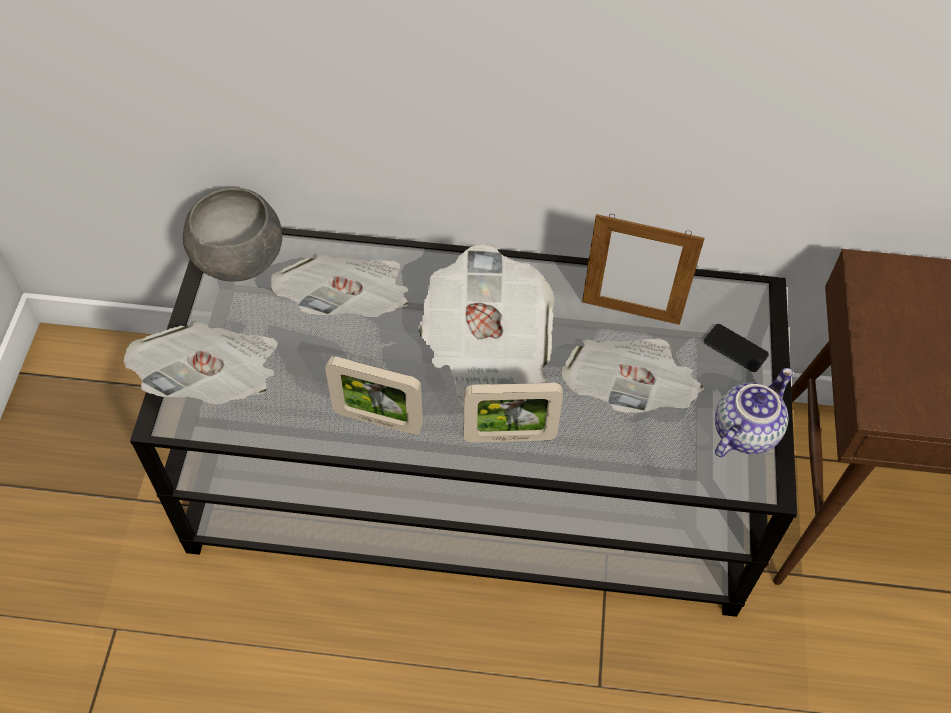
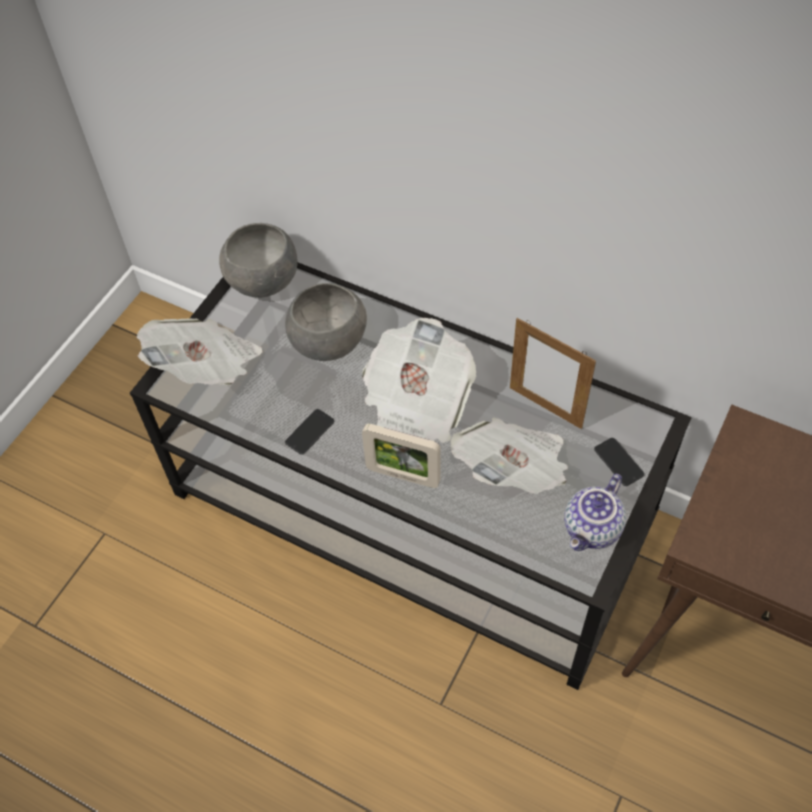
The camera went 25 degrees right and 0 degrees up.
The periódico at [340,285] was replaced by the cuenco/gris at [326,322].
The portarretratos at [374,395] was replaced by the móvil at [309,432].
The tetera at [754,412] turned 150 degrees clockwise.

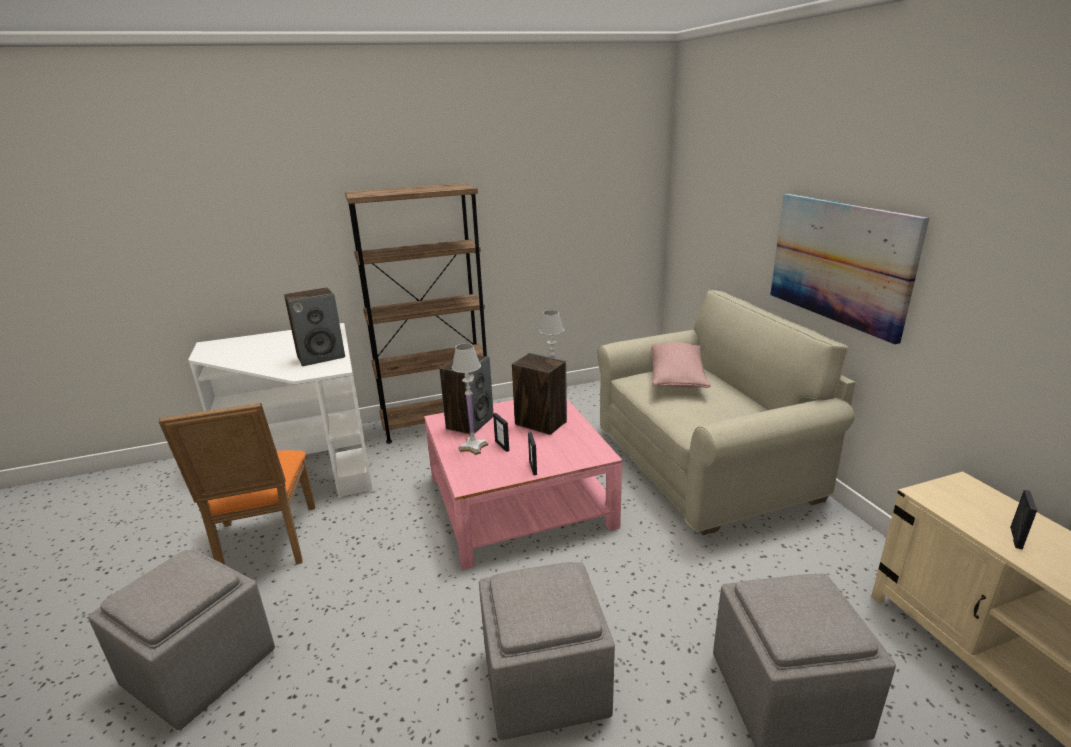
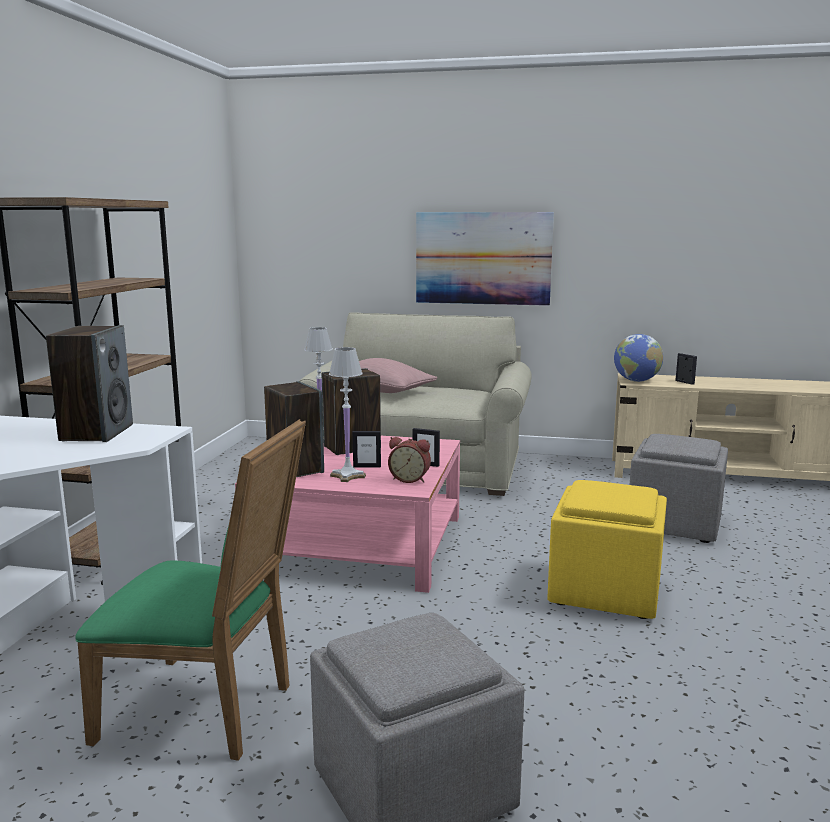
The camera went 60 degrees left and 10 degrees down.
The silla/naranja at [236,484] became the silla/verde at [190,590].
The puf/gris at [547,651] became the puf/amarillo at [607,549].
The despertador at [409,460] appeared.
The globo terráqueo at [638,358] appeared.

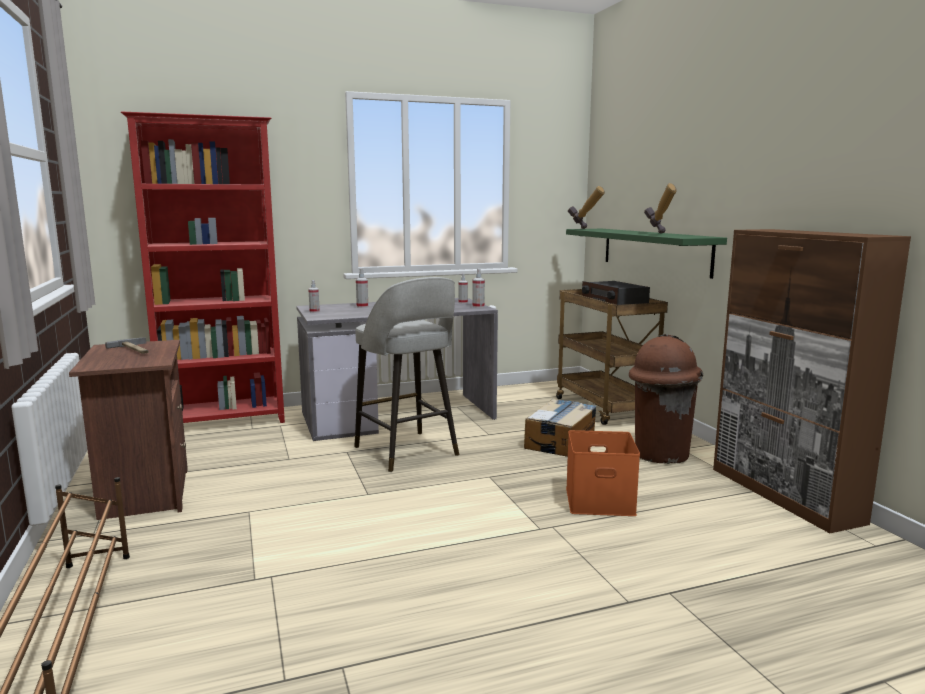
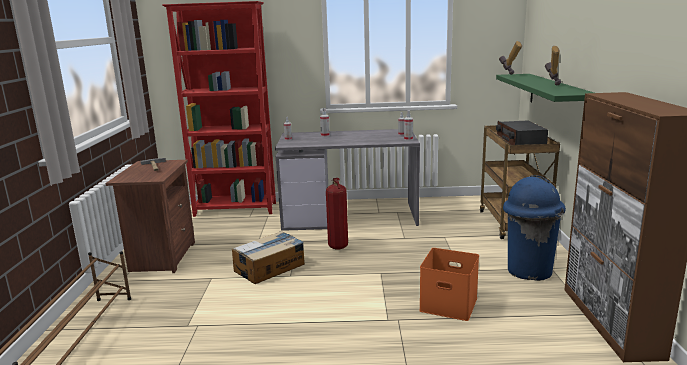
The camera went 20 degrees right and 5 degrees up.
The taburete/gris at [406,374] was replaced by the extintor at [337,214].
The caja de cartón moved from [560,428] to [268,257].
The papelera/marrón at [666,399] became the papelera/azul at [534,228].

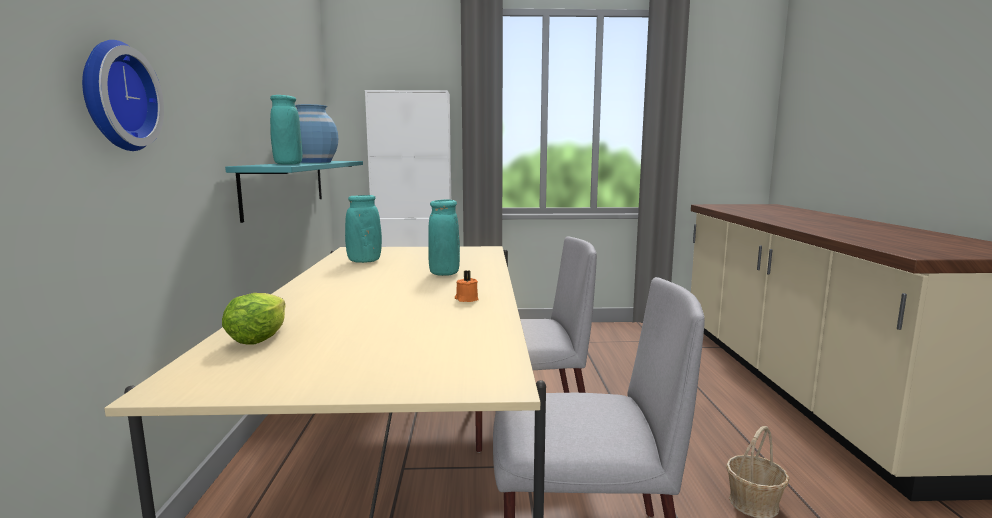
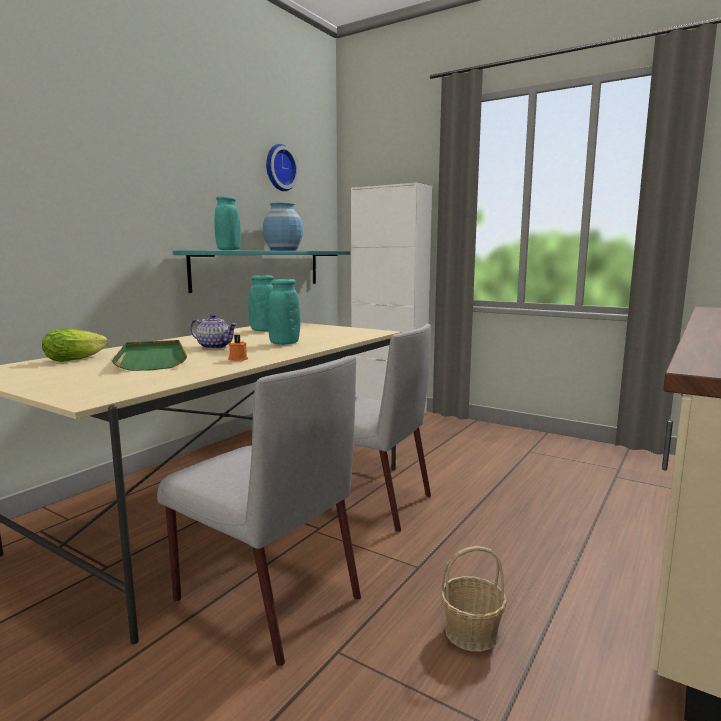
The camera went 35 degrees right and 0 degrees up.
The reloj de pared moved from [123,95] to [282,167].
The bandeja/verde at [149,355] appeared.
The tetera at [213,331] appeared.

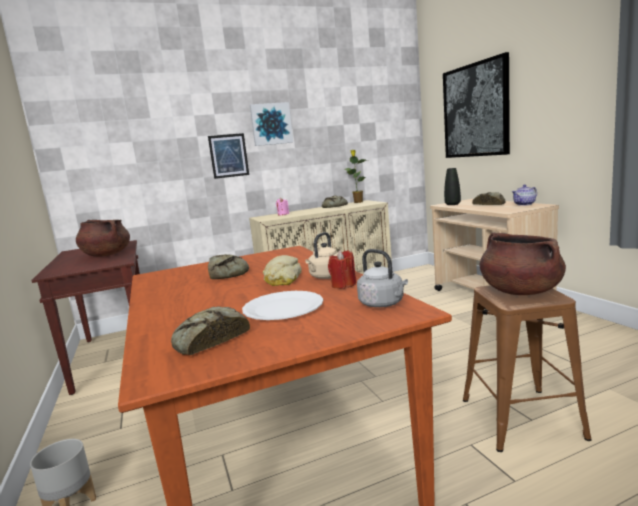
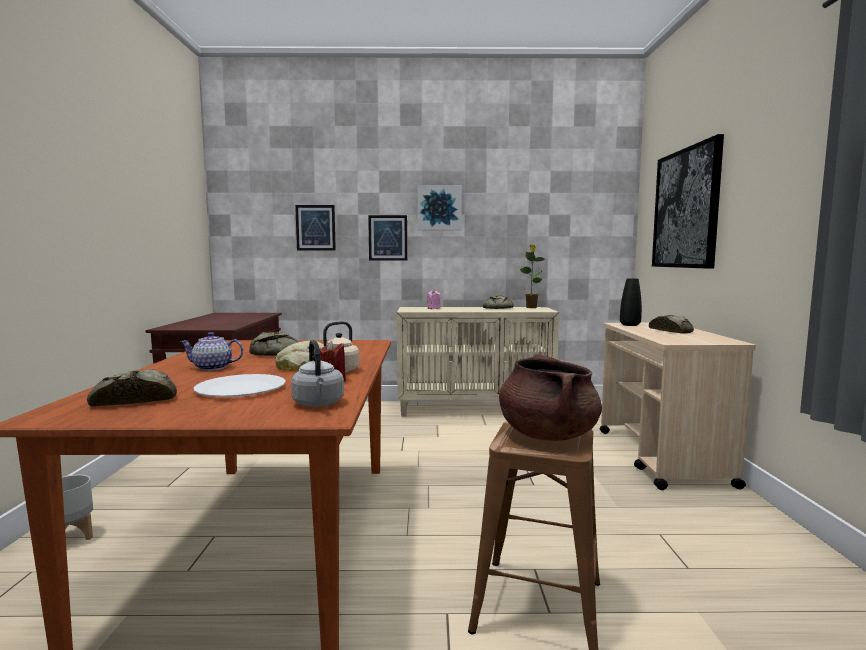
The camera went 20 degrees right and 5 degrees down.
The olla/marrón at [103,238] disappeared.
The tetera moved from [524,195] to [211,351].
The cuadro at [315,228] appeared.

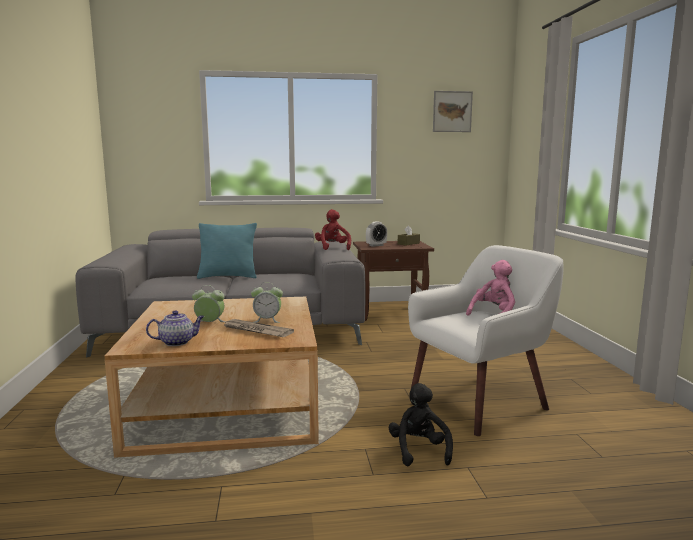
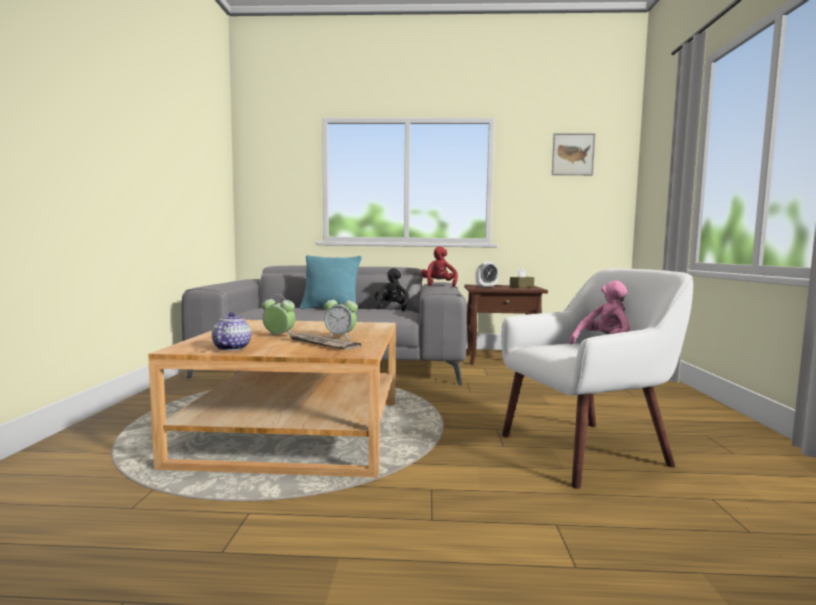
The camera went 10 degrees right and 5 degrees down.
The tetera at [175,328] turned 75 degrees counterclockwise.
The peluche/negro moved from [421,424] to [392,289].

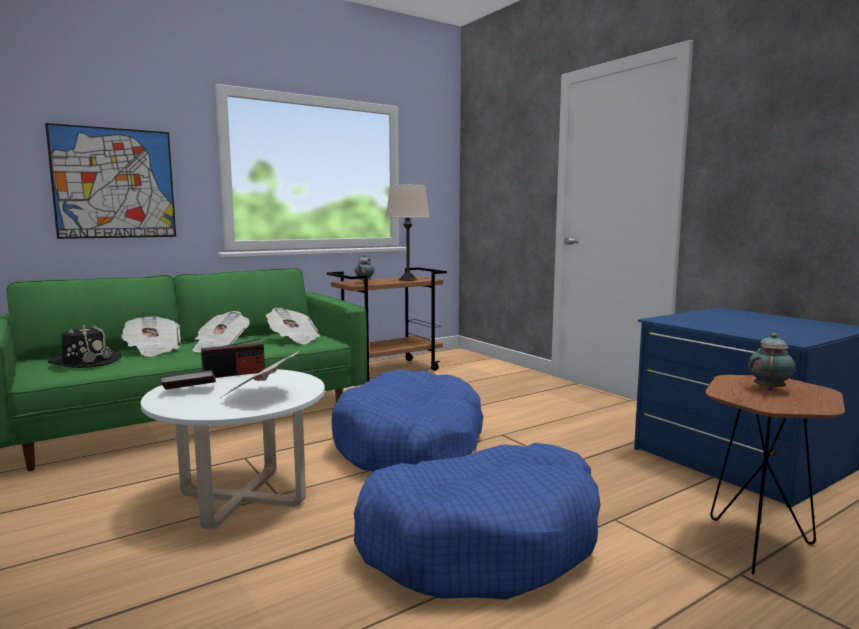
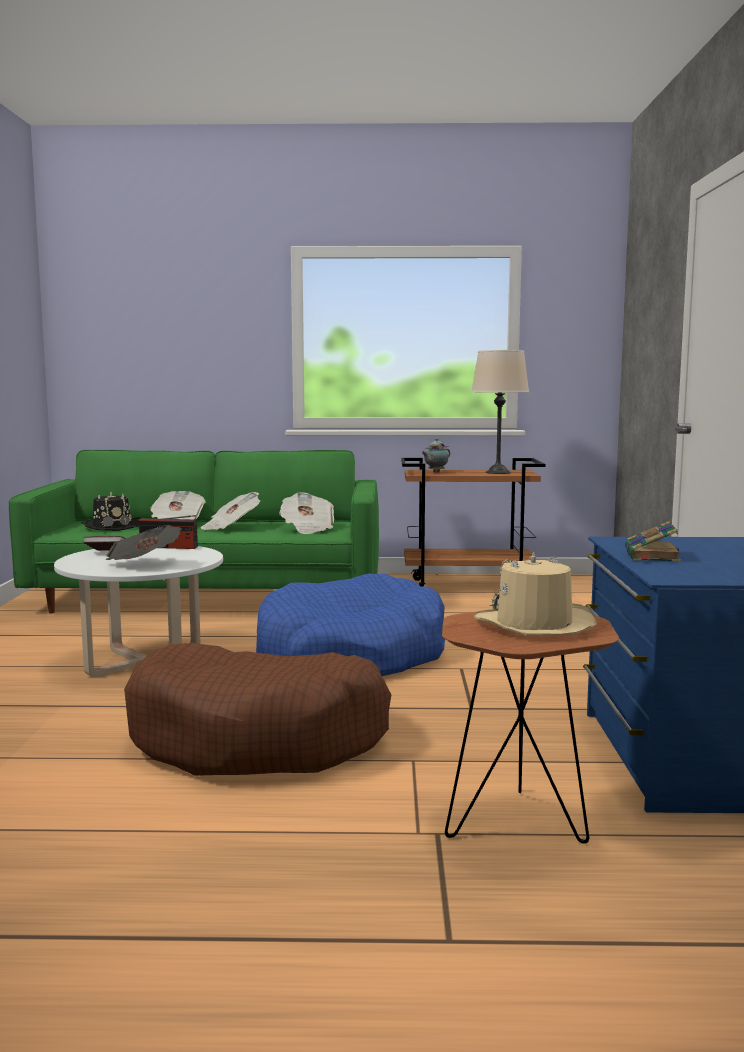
The camera went 35 degrees right and 0 degrees up.
The cuadro at [110,181] disappeared.
The cama para perro/azul at [477,521] became the cama para perro/marrón at [257,709].
The tetera at [771,362] was replaced by the sombrero/beis at [535,593].
The libro at [653,541] appeared.

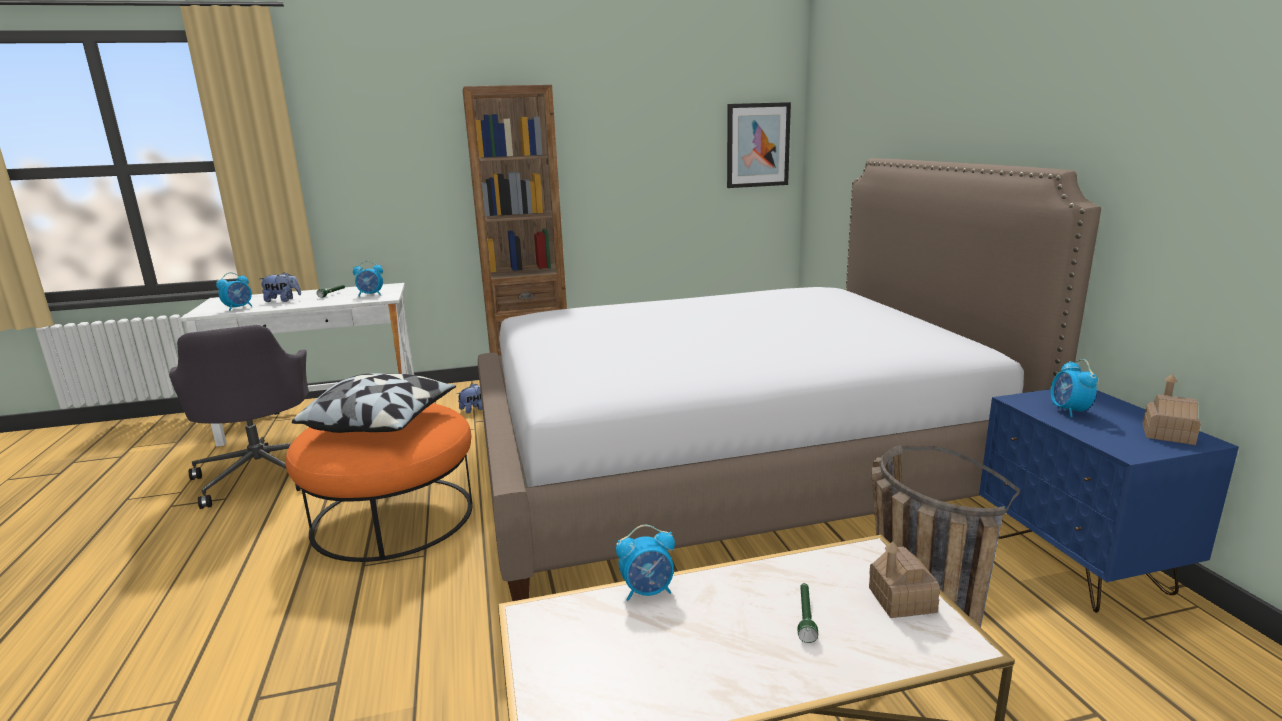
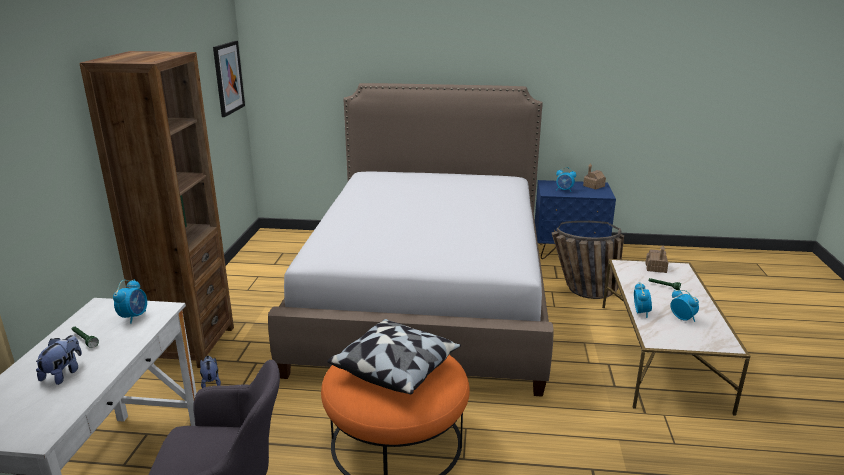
The camera went 70 degrees left and 5 degrees up.
The despertador moved from [234,291] to [684,306].

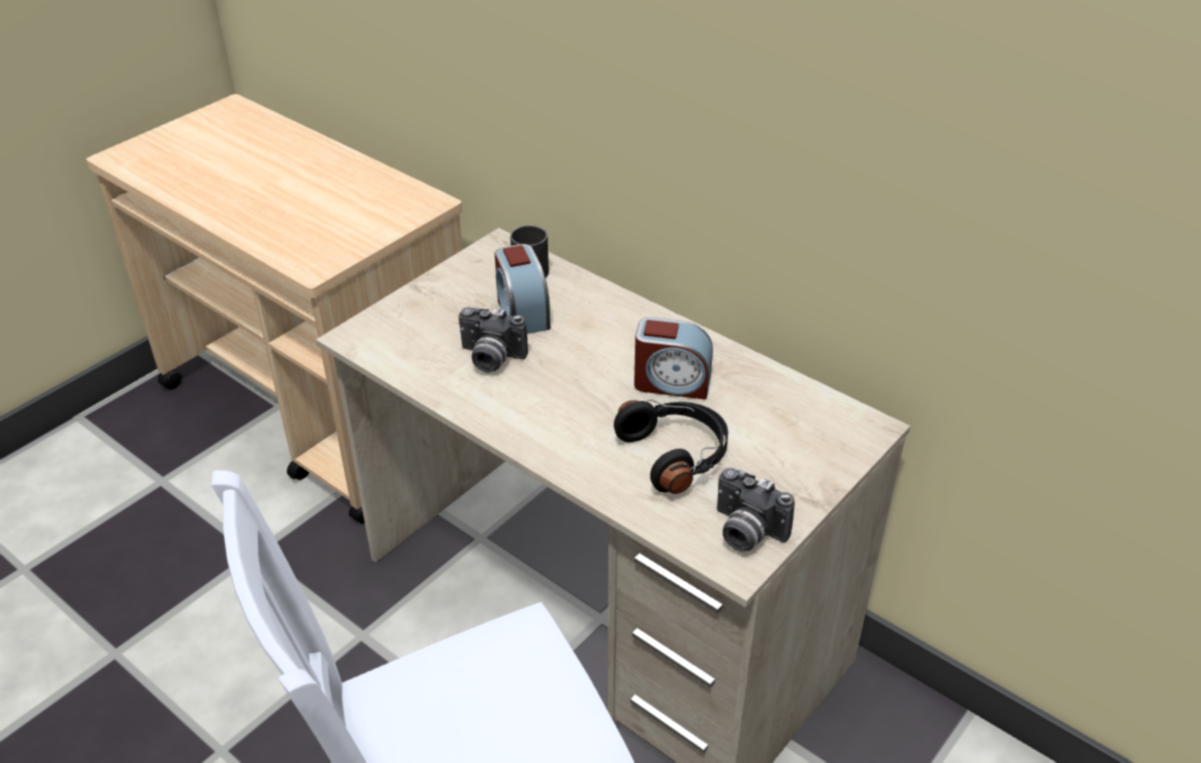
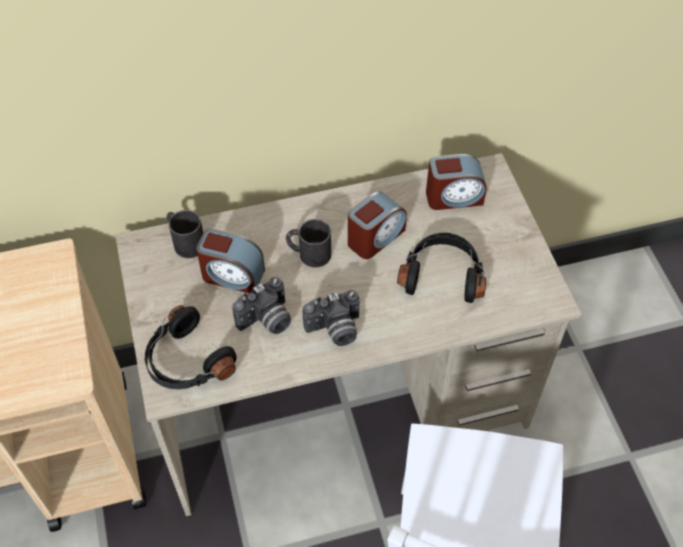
The camera went 55 degrees left and 15 degrees up.
The cámara moved from [756,510] to [331,318].
The auriculares/negro at [191,347] appeared.
The taza grande/negro at [308,243] appeared.
The despertador at [456,182] appeared.

